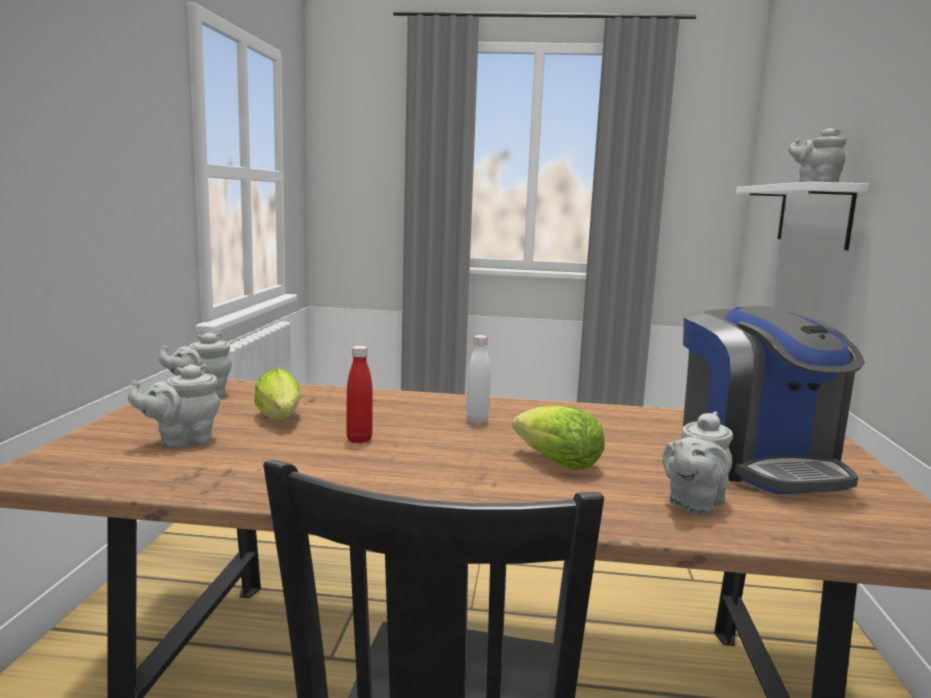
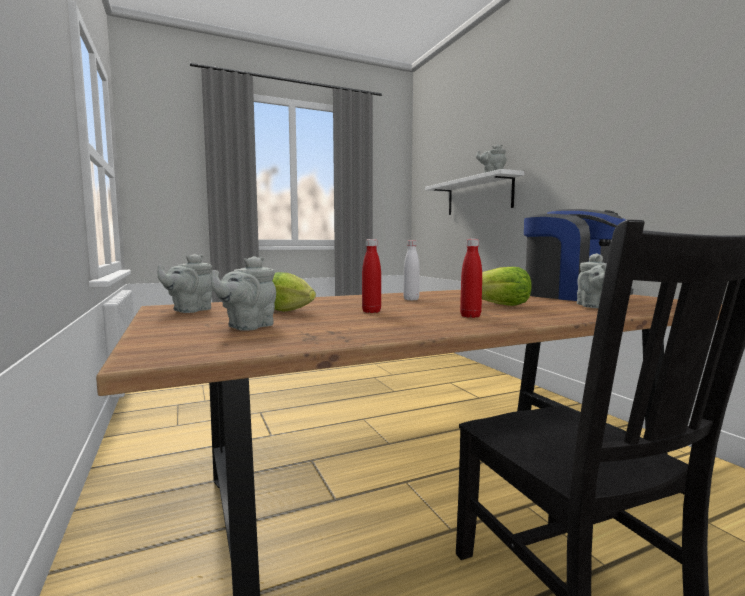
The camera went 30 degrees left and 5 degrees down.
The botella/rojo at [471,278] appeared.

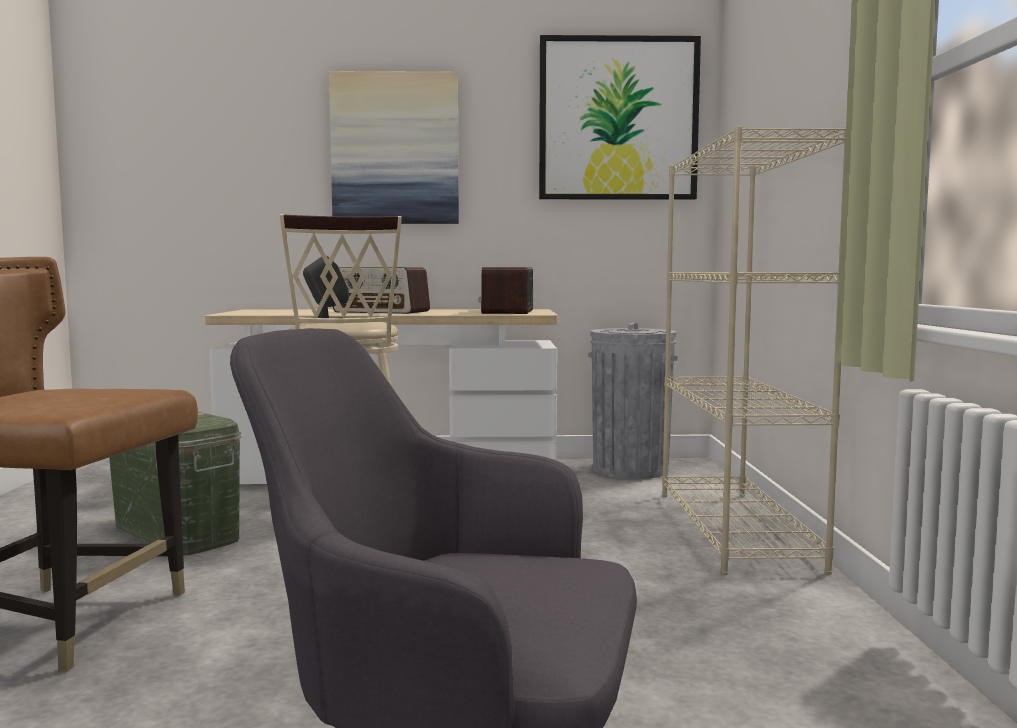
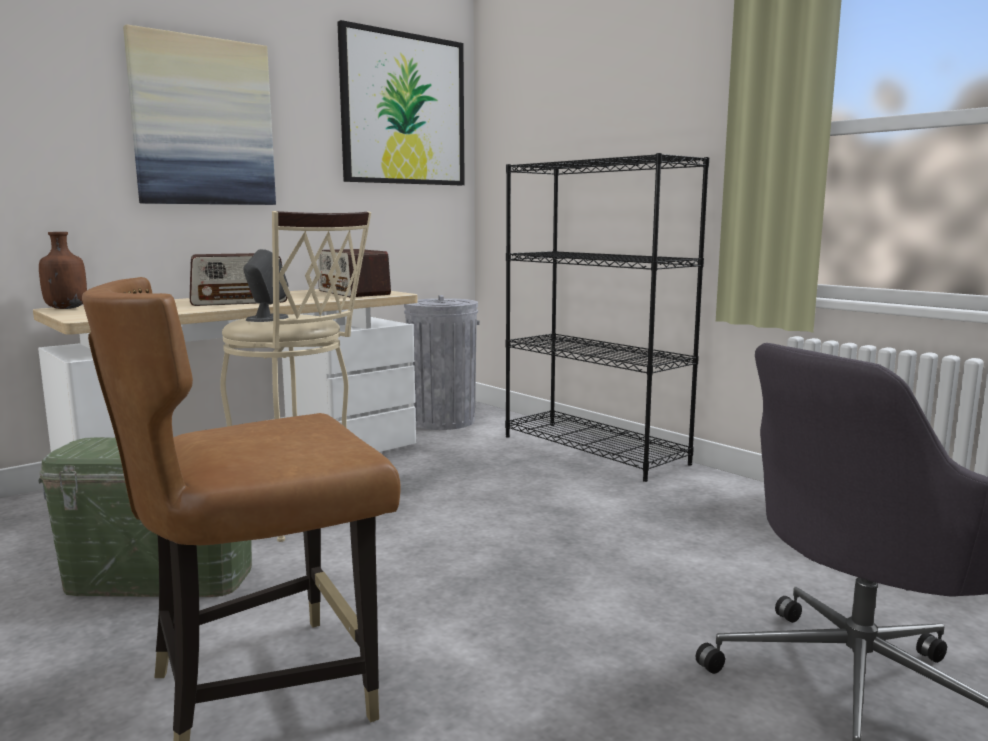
The camera went 40 degrees left and 5 degrees up.
The estantería/beis at [754,351] became the estantería/negro at [607,317].
The botella/marrón at [63,270] appeared.

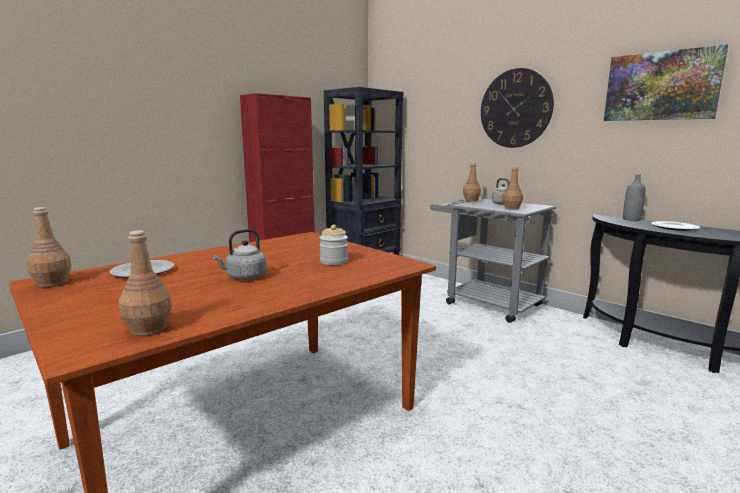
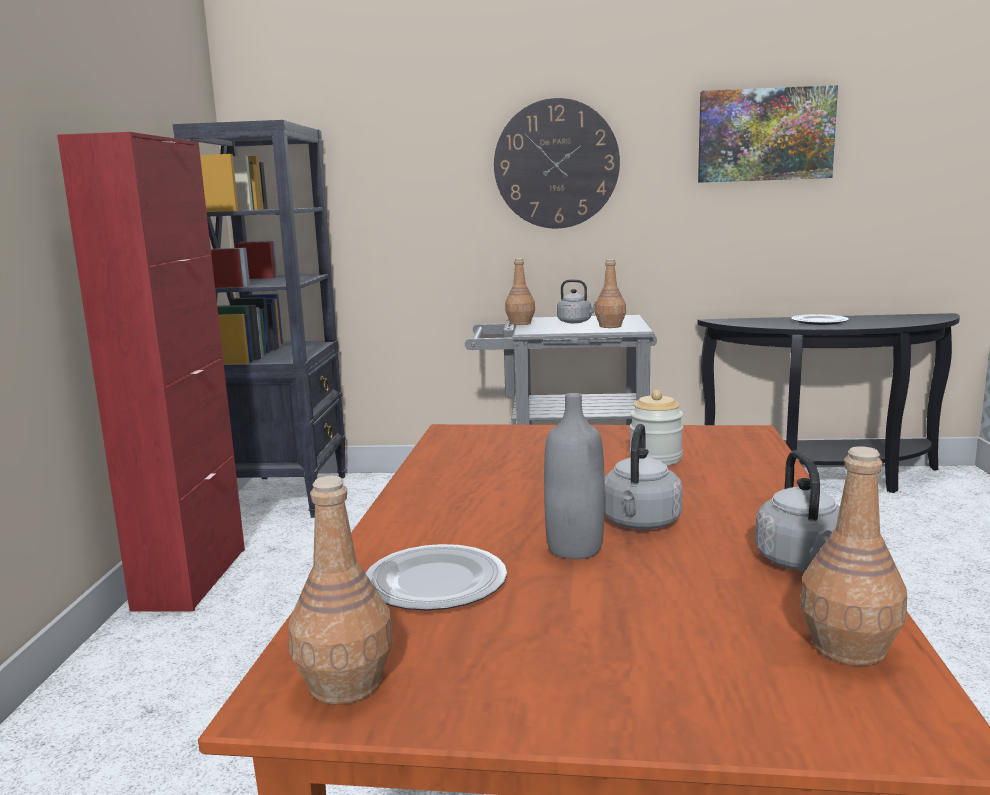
The camera went 40 degrees left and 0 degrees up.
The botella/gris moved from [634,197] to [574,476].
The hervidor/gris at [797,510] appeared.

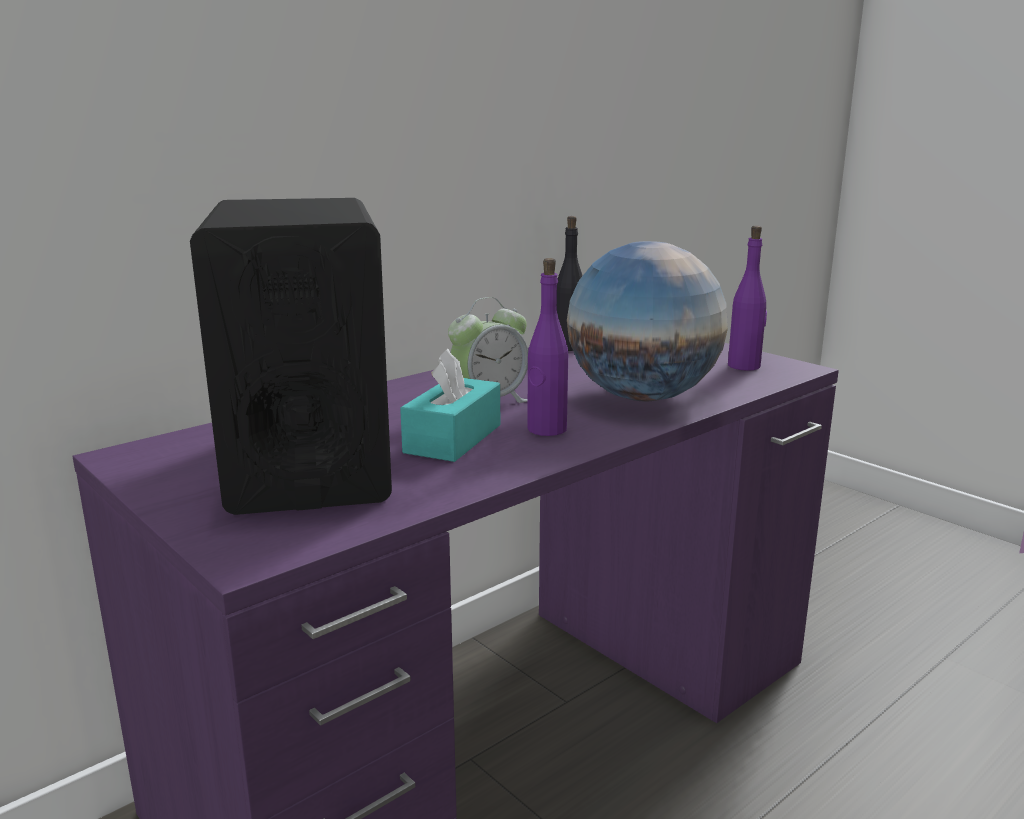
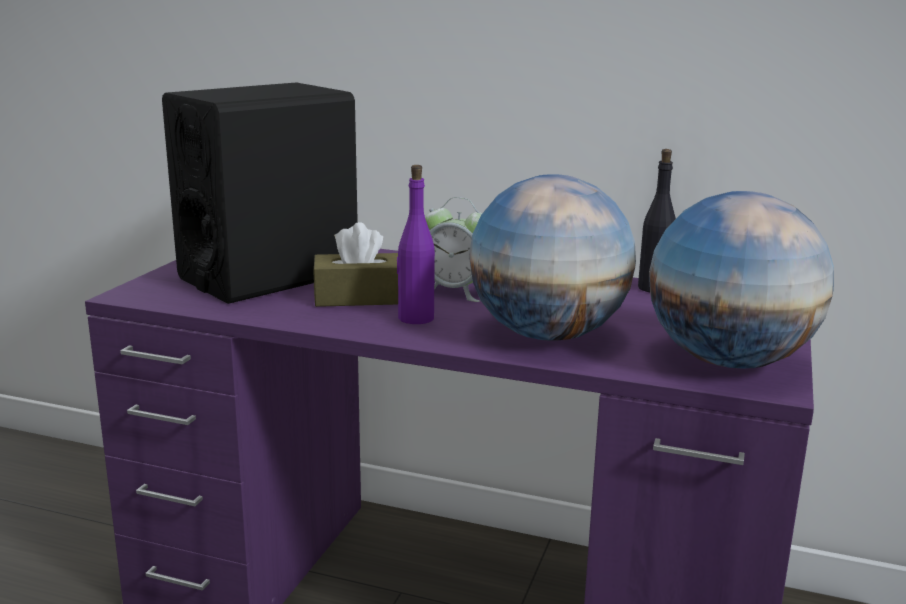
The camera went 60 degrees right and 0 degrees up.
The caja de pañuelos/turquesa at [450,405] became the caja de pañuelos/marrón at [355,264].
The botella/morado at [747,298] was replaced by the globo terráqueo at [741,279].

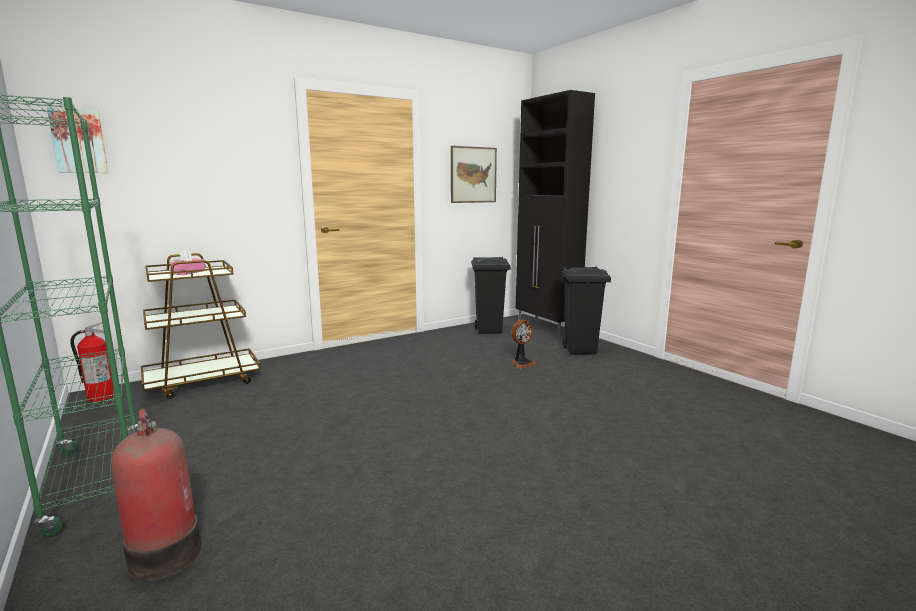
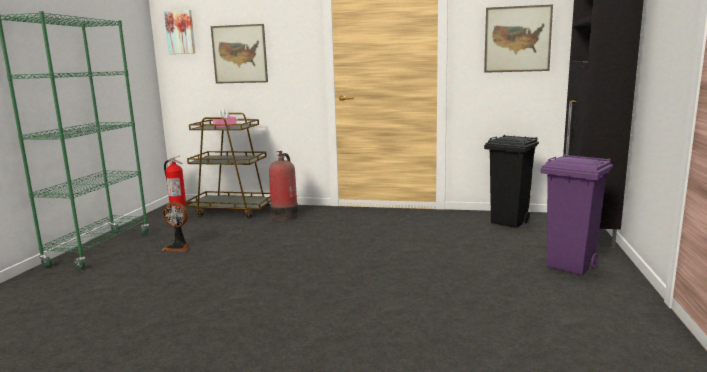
The camera went 45 degrees right and 0 degrees up.
The extintor moved from [156,495] to [283,186].
The ventilador moved from [524,344] to [175,227].
The papelera/negro at [586,310] became the papelera/morado at [577,214].
The cuadro at [239,54] appeared.

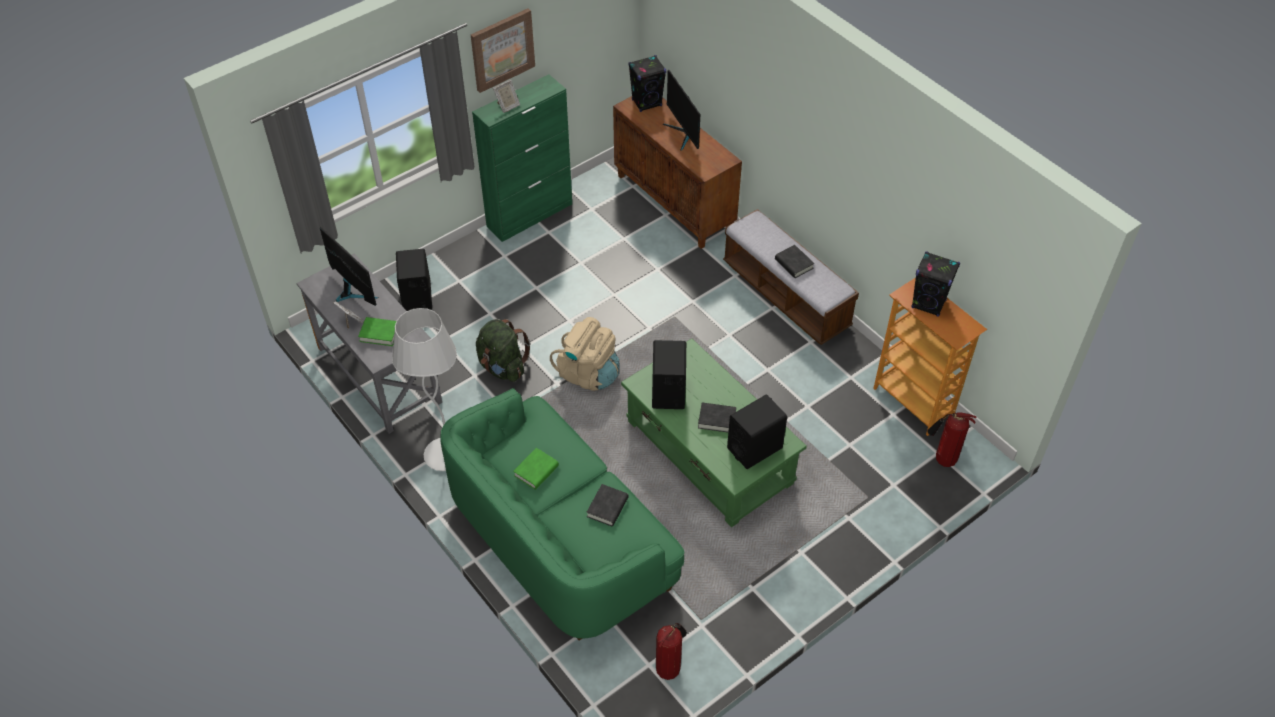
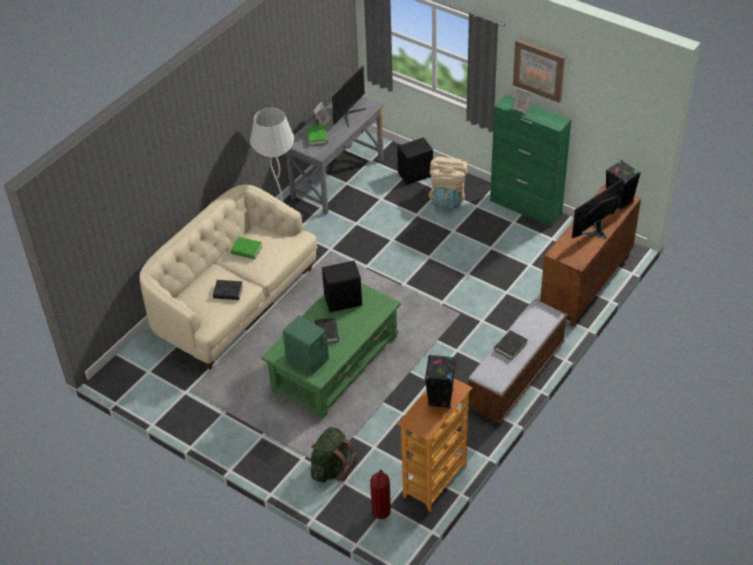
The camera went 75 degrees right and 5 degrees down.
The sofá/verde at [562,514] became the sofá/beis at [228,277].
The mochila/verde moved from [503,350] to [334,455].
The mochila/beis moved from [584,354] to [448,183].
The extintor at [671,651] disappeared.
The altavoz/negro at [757,431] became the altavoz/verde at [306,344].

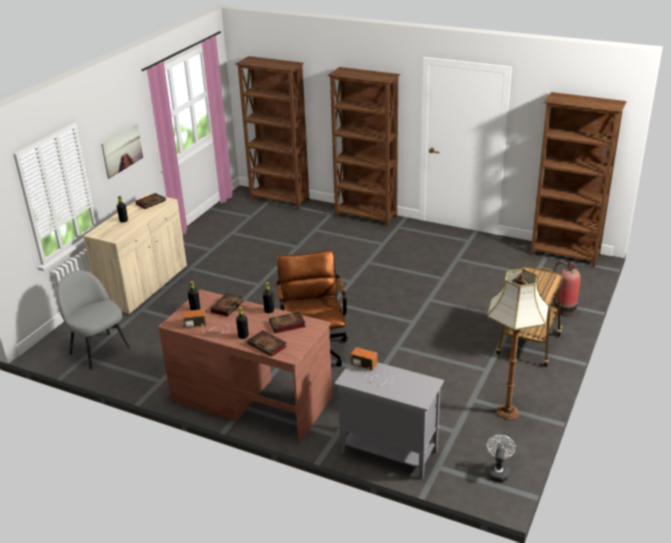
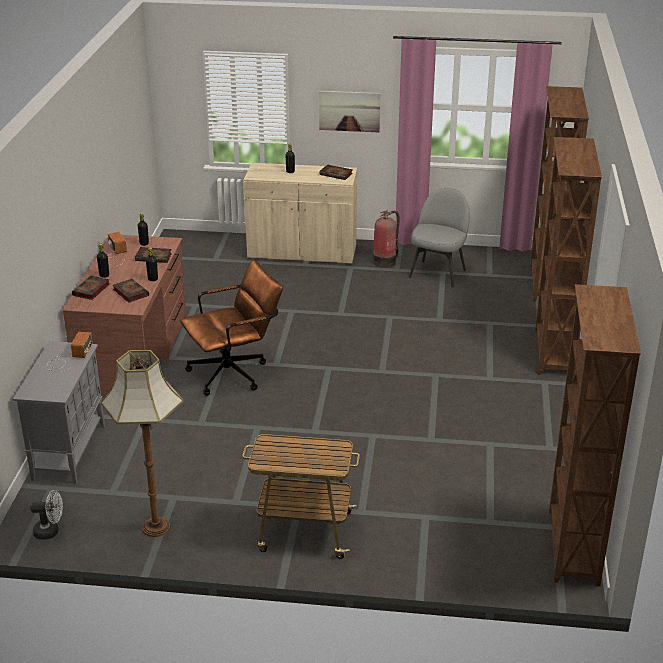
The camera went 70 degrees right and 0 degrees up.
The silla/gris moved from [93,320] to [439,237].
The extintor moved from [566,288] to [386,239].

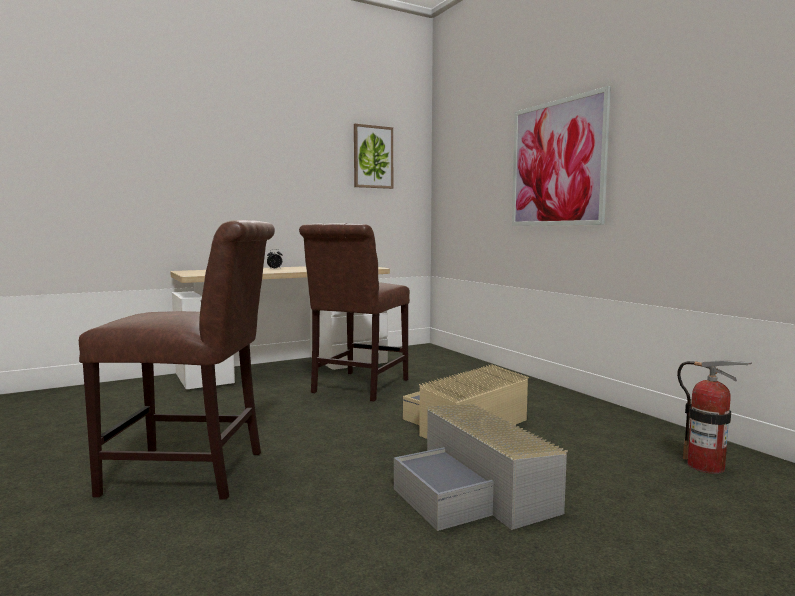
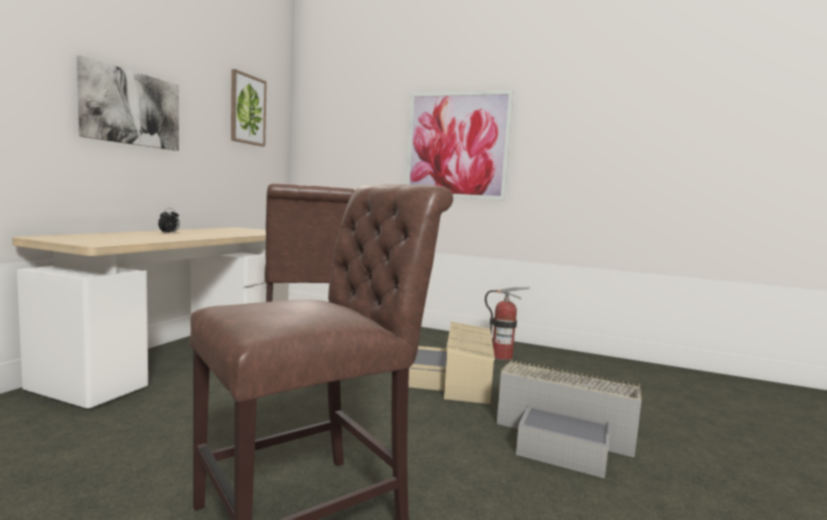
The camera went 40 degrees left and 0 degrees up.
The extintor moved from [714,417] to [507,323].
The cuadro at [128,103] appeared.

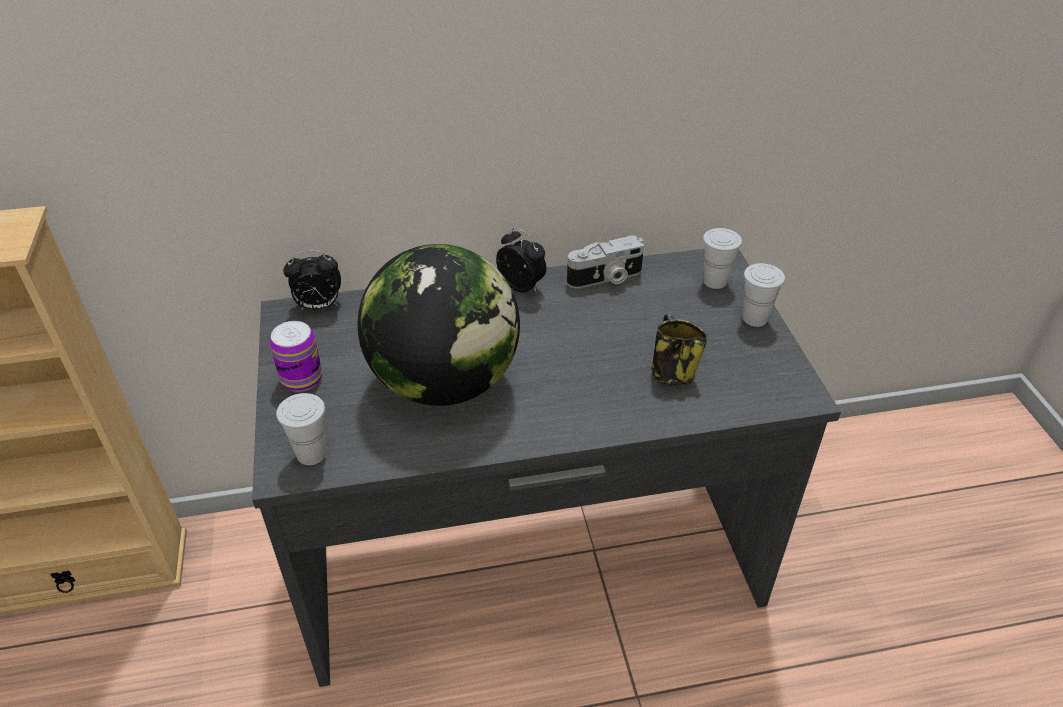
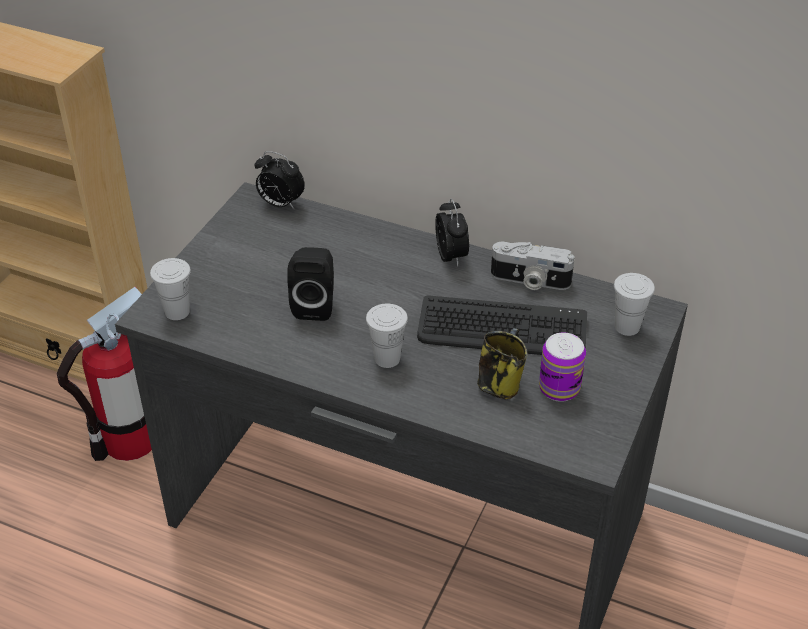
The camera went 35 degrees right and 0 degrees up.
The lata moved from [295,356] to [562,367].
The globo terráqueo at [438,325] was replaced by the altavoz/negro at [310,284].
The taza/blanco moved from [764,295] to [387,336].
The extintor at [104,374] appeared.
The teclado at [502,325] appeared.

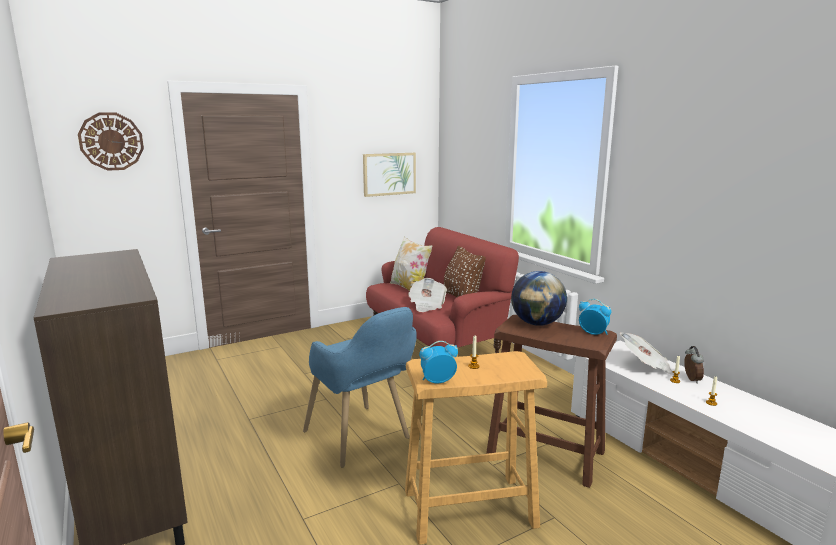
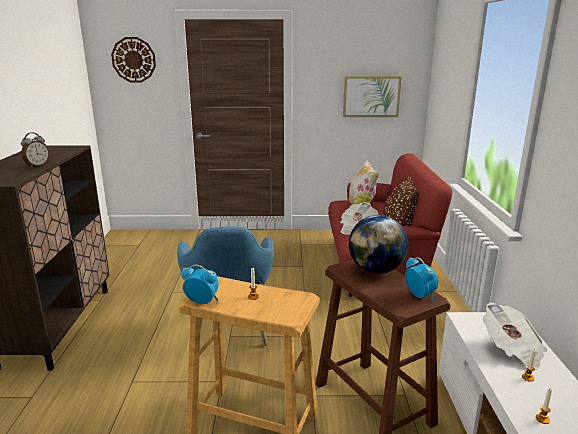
The camera went 30 degrees right and 5 degrees up.
The despertador moved from [694,365] to [35,150].

